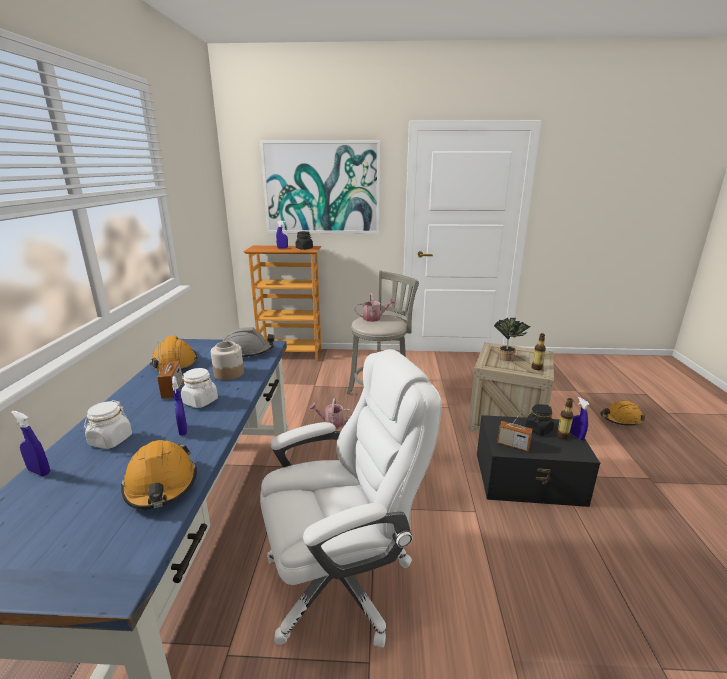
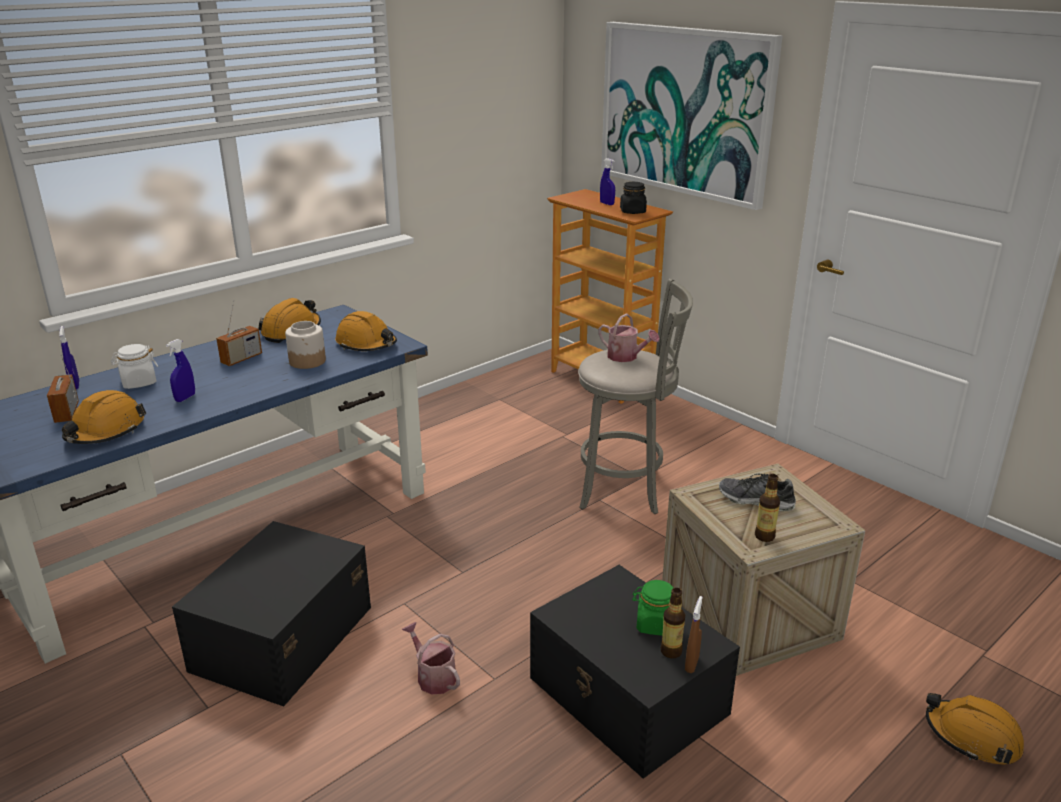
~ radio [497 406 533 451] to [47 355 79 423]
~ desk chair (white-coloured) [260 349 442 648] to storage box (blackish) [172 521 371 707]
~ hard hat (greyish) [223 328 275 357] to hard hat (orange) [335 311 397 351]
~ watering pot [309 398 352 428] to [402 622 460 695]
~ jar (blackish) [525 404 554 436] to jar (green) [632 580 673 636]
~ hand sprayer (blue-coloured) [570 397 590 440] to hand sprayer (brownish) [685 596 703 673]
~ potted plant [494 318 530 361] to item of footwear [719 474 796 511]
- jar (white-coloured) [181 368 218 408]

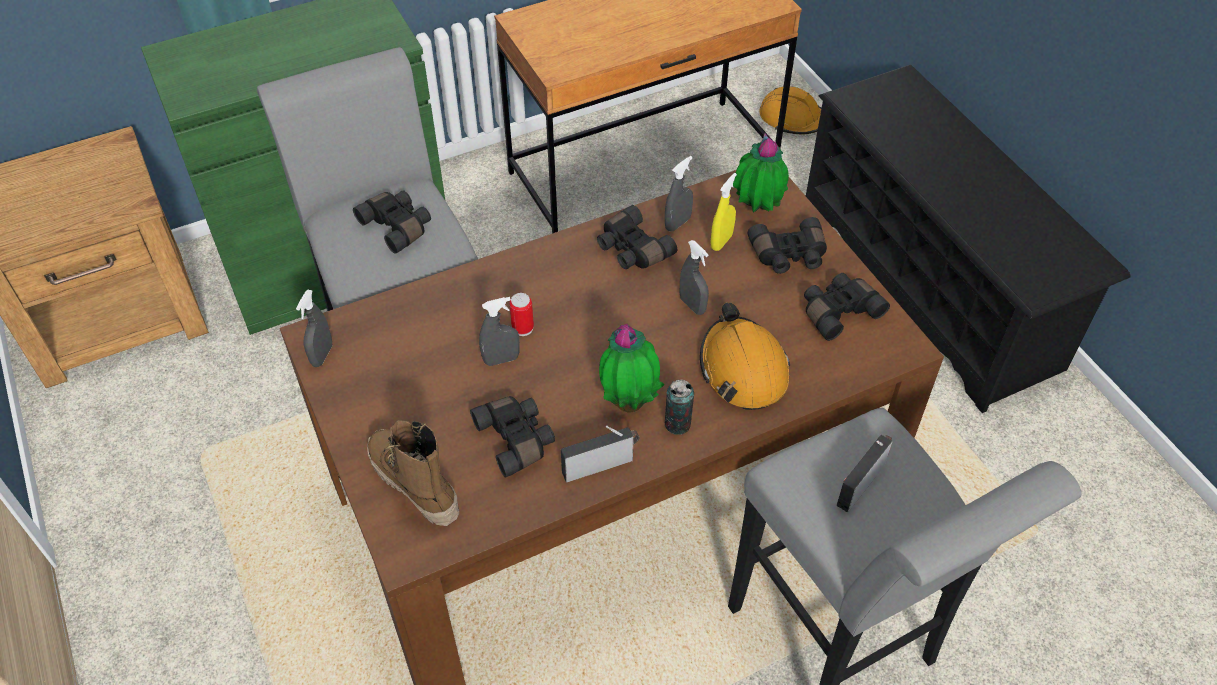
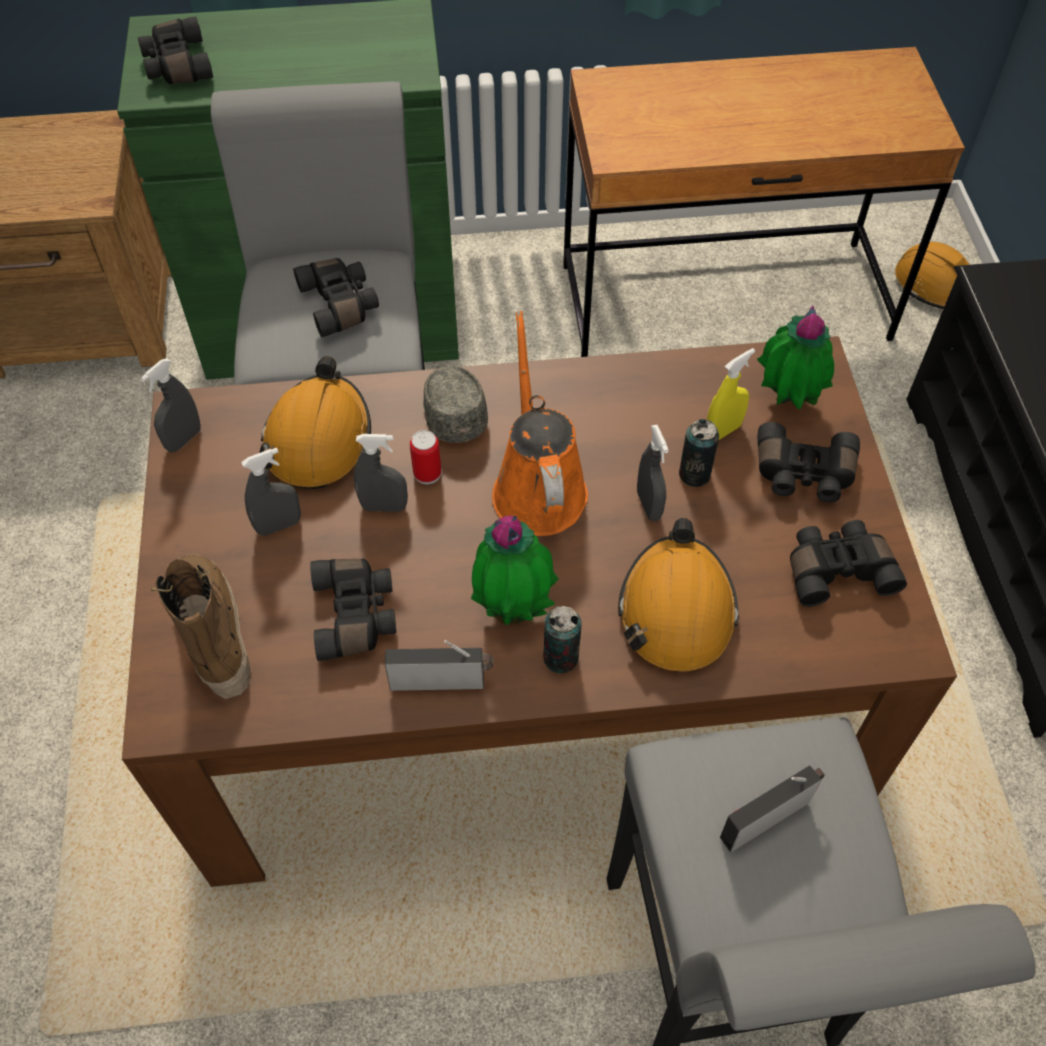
~ pair of binoculars (blackish) [597 205 677 269] to [138 17 213 84]
~ hand sprayer (greyish) [665 156 693 232] to [241 448 301 536]
+ hard hat (orange) [259 356 371 489]
+ cap (greyish) [423 366 488 443]
+ watering pot (orange) [492 311 588 536]
+ sealed can [679 419 719 487]

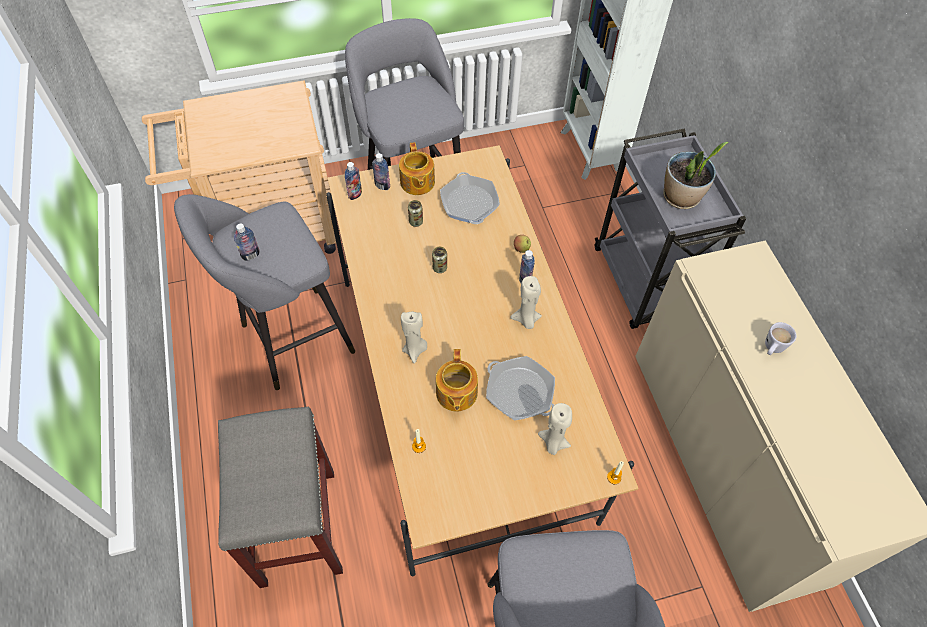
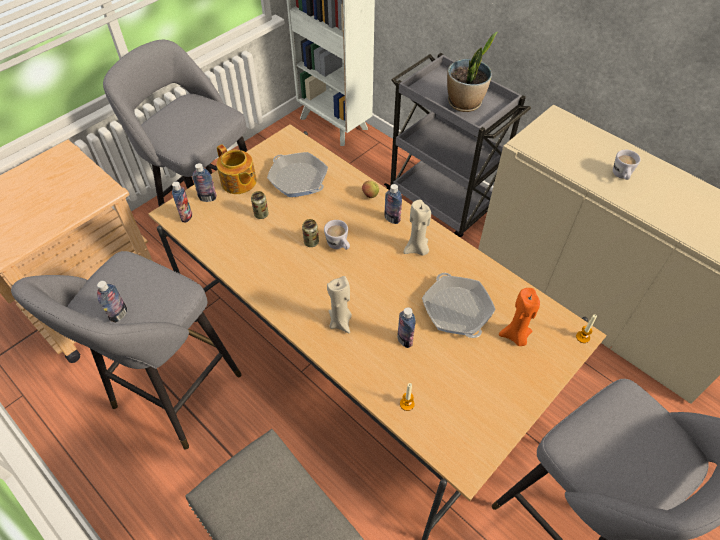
+ tea mug (white-coloured) [324 220 350 250]
~ tea pot [436 349 478 411] to beverage bottle [397 307 416 348]
~ frying pan [486 356 555 421] = [422 273 496 338] 120 degrees counterclockwise
~ candle (beige) [538 403 572 455] to candle (orange) [499 288 540 346]

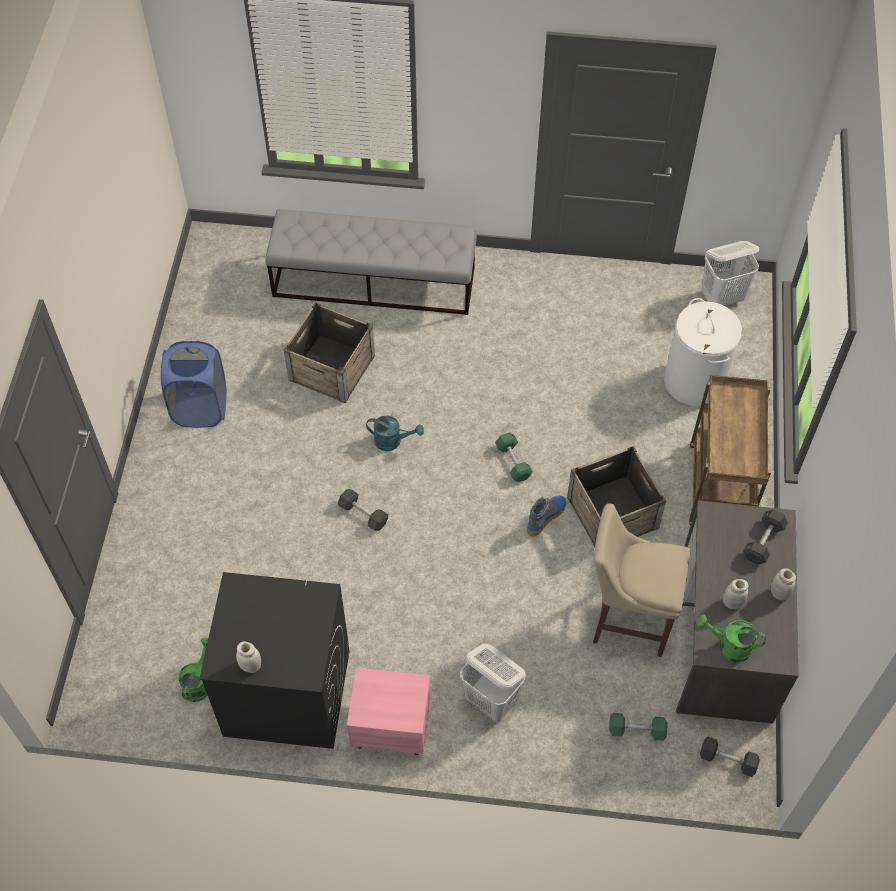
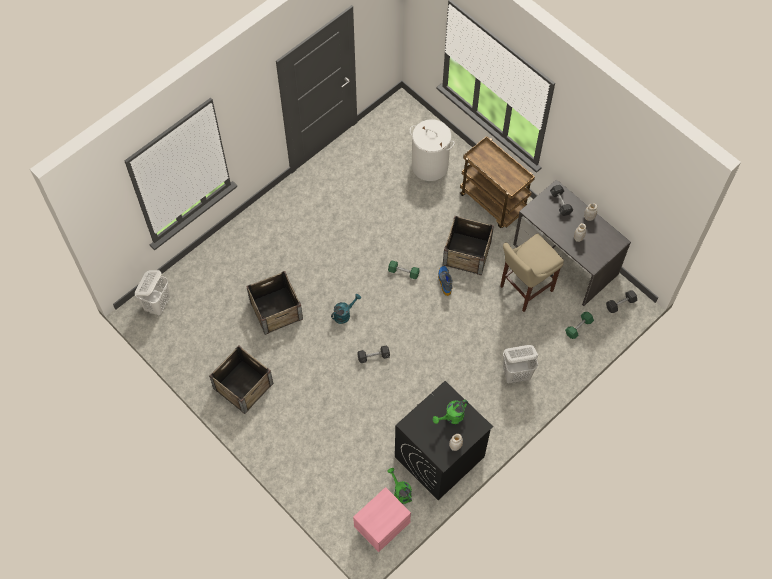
~ washing basket (white-coloured) [702 241 759 306] to [135 270 170 315]
~ washing basket (blue-coloured) [161 341 227 428] to shipping crate [209 345 273 414]
~ nightstand (pink-coloured) [347 668 430 755] to [353 487 411 552]
~ watering pot (green) [696 614 766 662] to [433 400 468 424]
- long seat (greyish) [265 209 477 315]

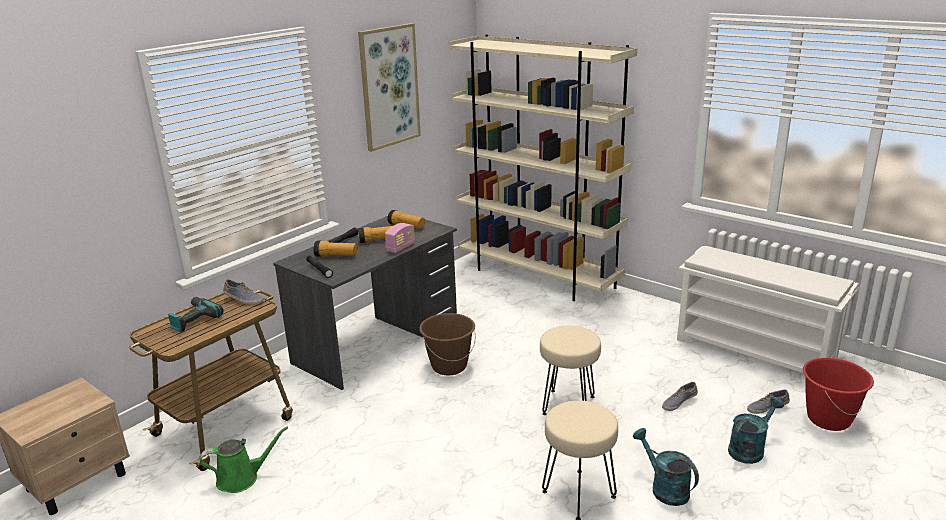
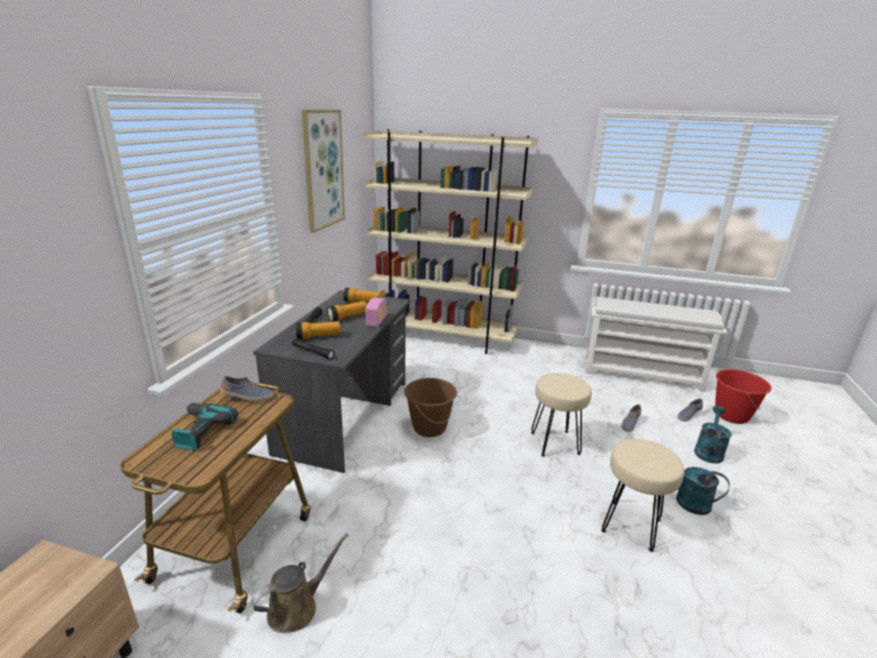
~ watering pot (green) [200 427 288 493] to watering pot (brownish) [251 533 348 633]

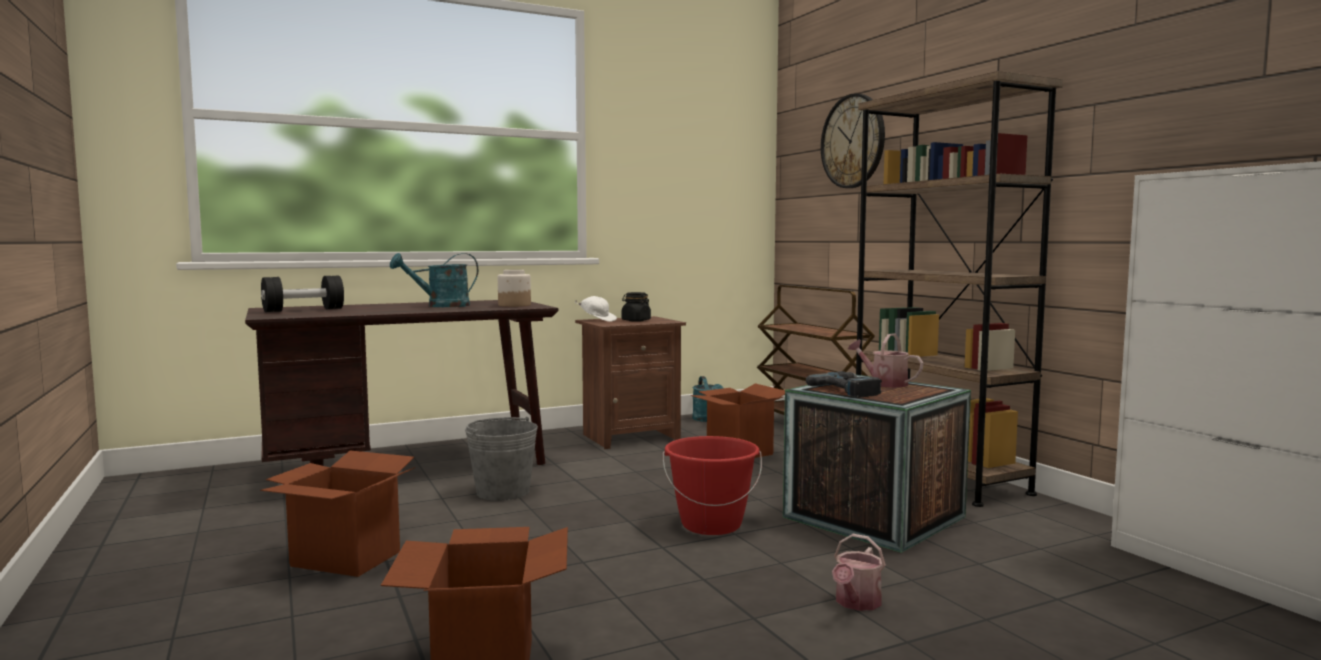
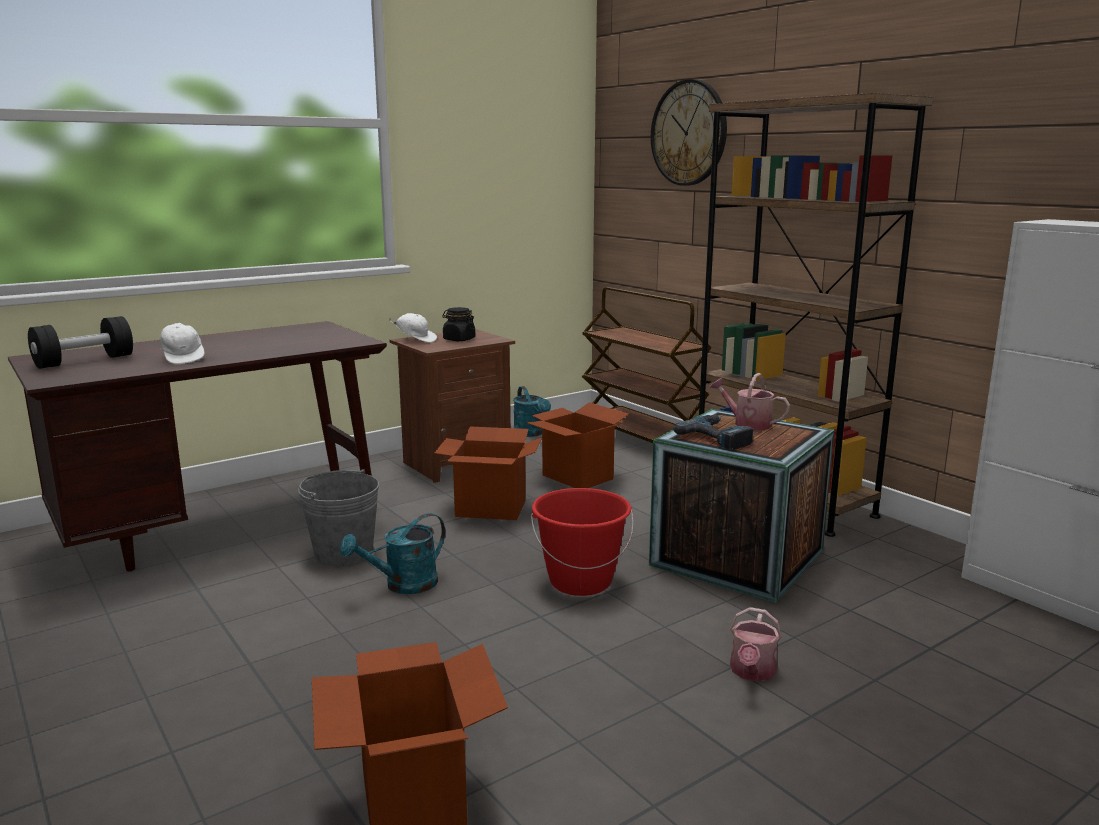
+ cap (white-coloured) [160 323 204 364]
~ watering pot (blue-green) [390 253 478 307] to [340 513 445 594]
~ packing box [260 450 415 577] to [434 426 542 520]
- jar [498 270 531 307]

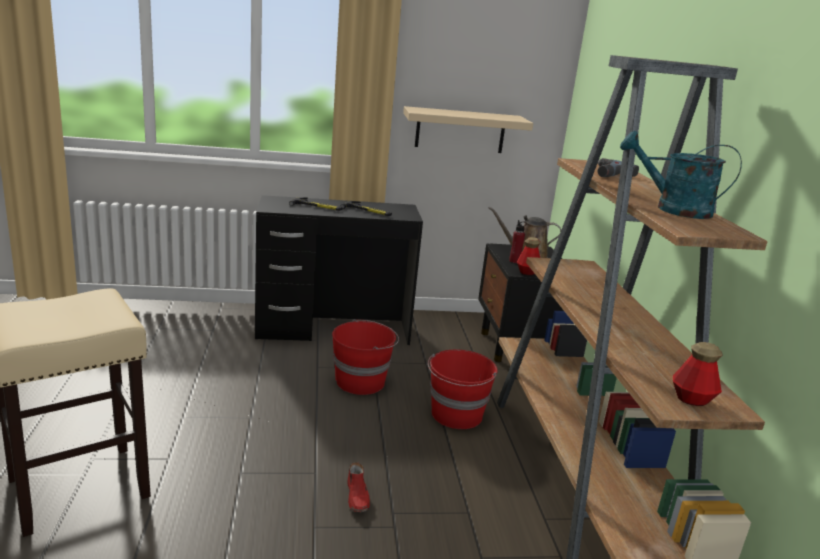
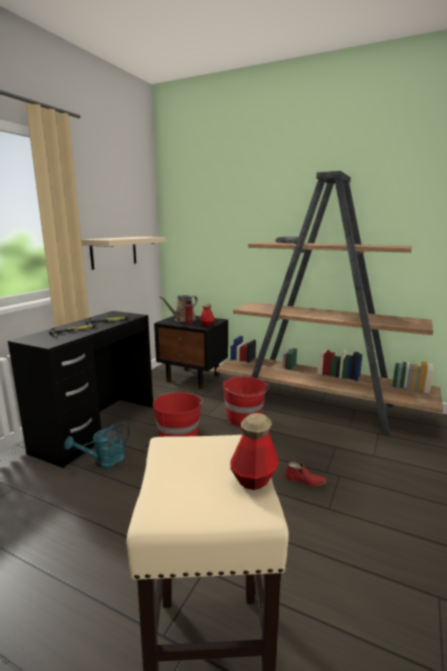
~ watering pot (blue-green) [620 131 742 219] to [64 422 130 469]
~ beverage bottle [673 342 722 406] to [230 413 279 490]

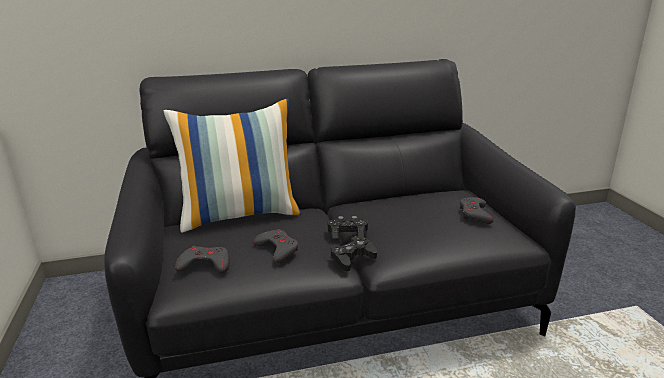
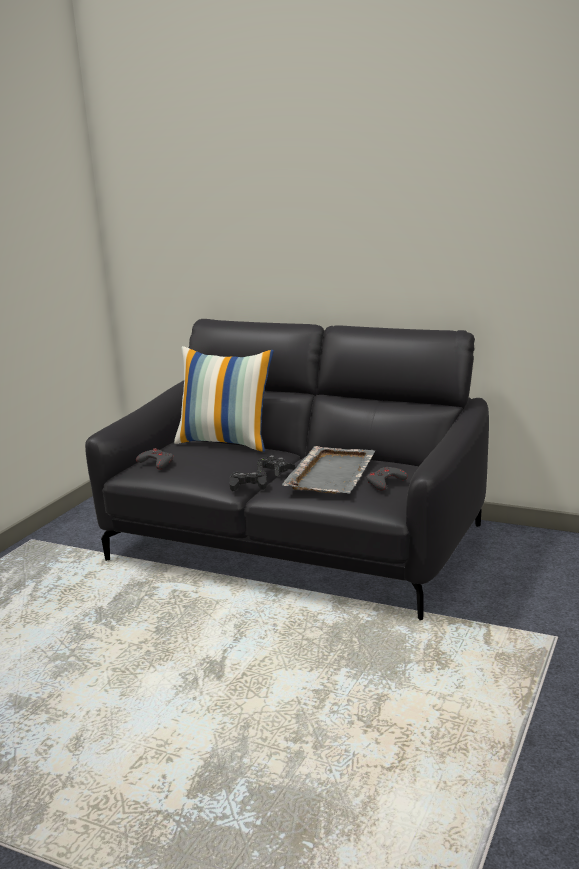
+ tray (greyish) [282 446 375 494]
- gamepad (greyish) [253 229 299 263]

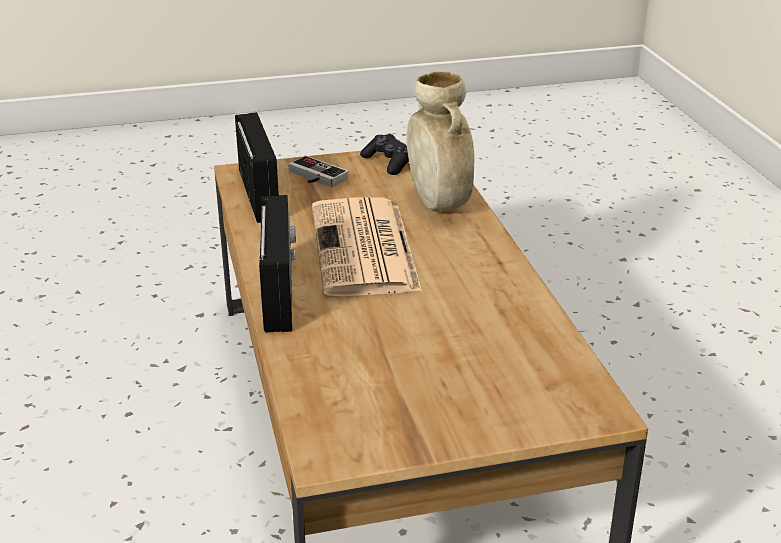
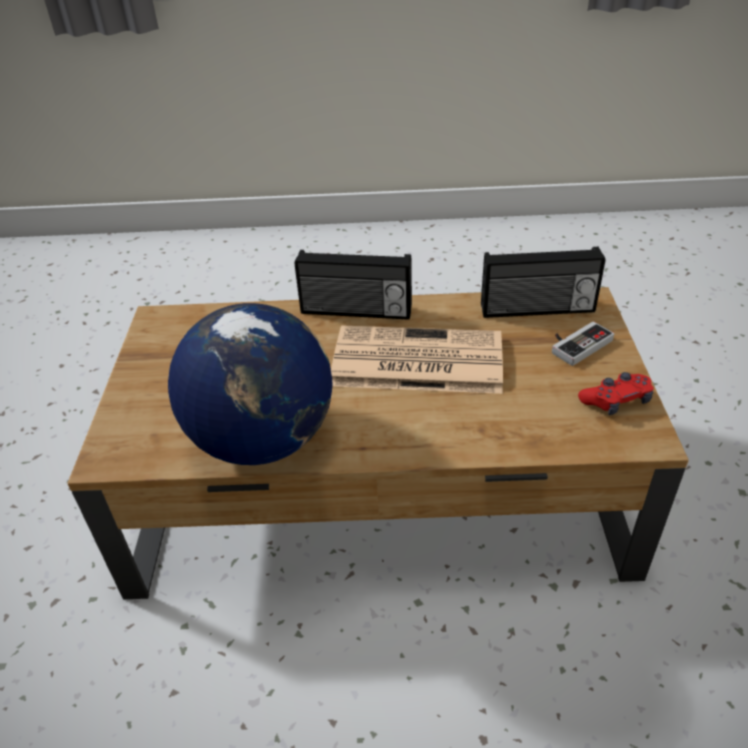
+ desk globe [168 303 332 465]
~ gamepad (blackish) [360 134 409 175] to gamepad (red) [578 372 654 415]
- decorative vase (beige) [407 71 475 211]

